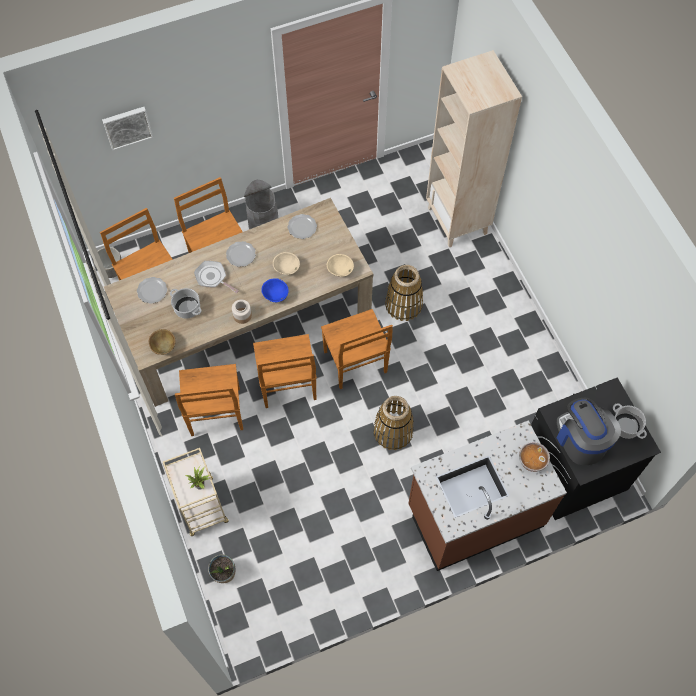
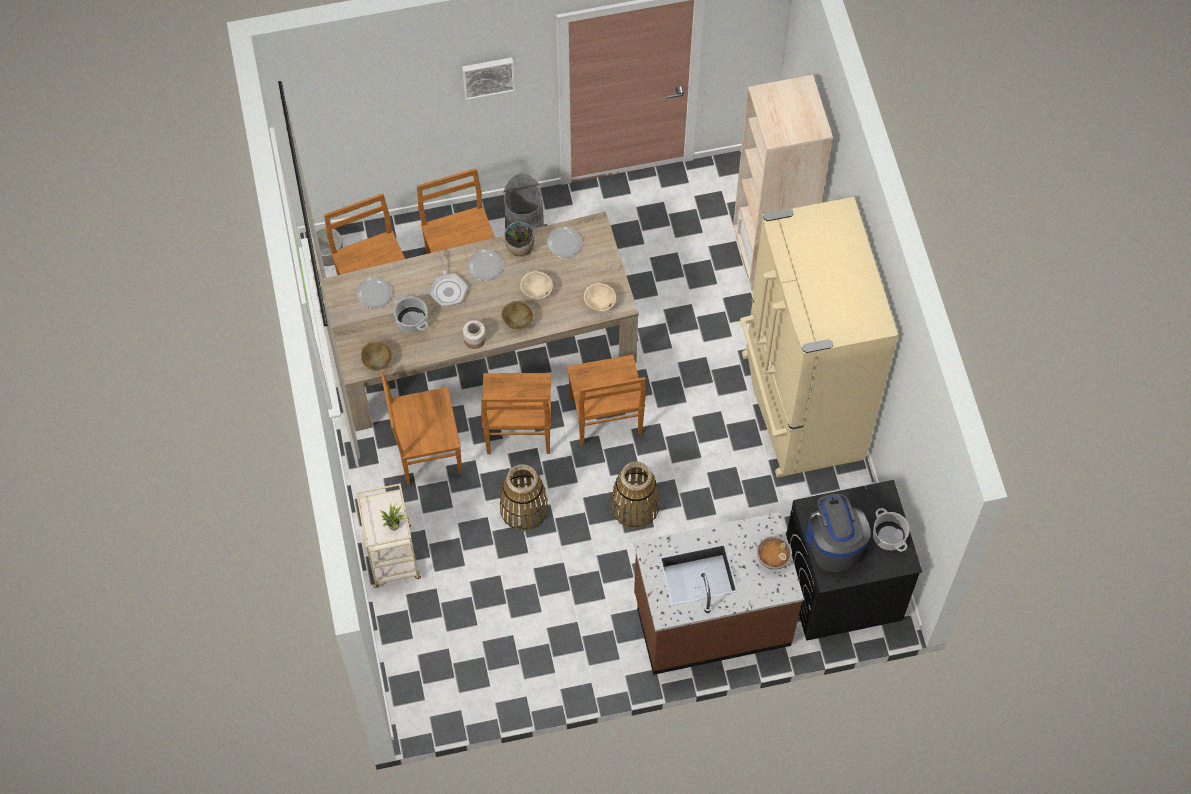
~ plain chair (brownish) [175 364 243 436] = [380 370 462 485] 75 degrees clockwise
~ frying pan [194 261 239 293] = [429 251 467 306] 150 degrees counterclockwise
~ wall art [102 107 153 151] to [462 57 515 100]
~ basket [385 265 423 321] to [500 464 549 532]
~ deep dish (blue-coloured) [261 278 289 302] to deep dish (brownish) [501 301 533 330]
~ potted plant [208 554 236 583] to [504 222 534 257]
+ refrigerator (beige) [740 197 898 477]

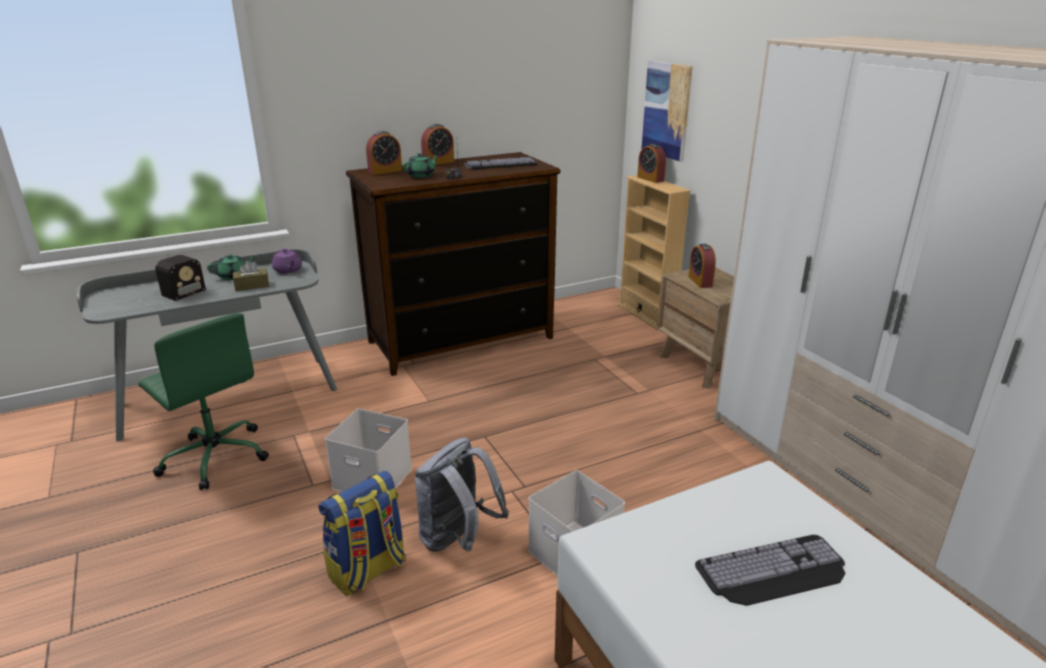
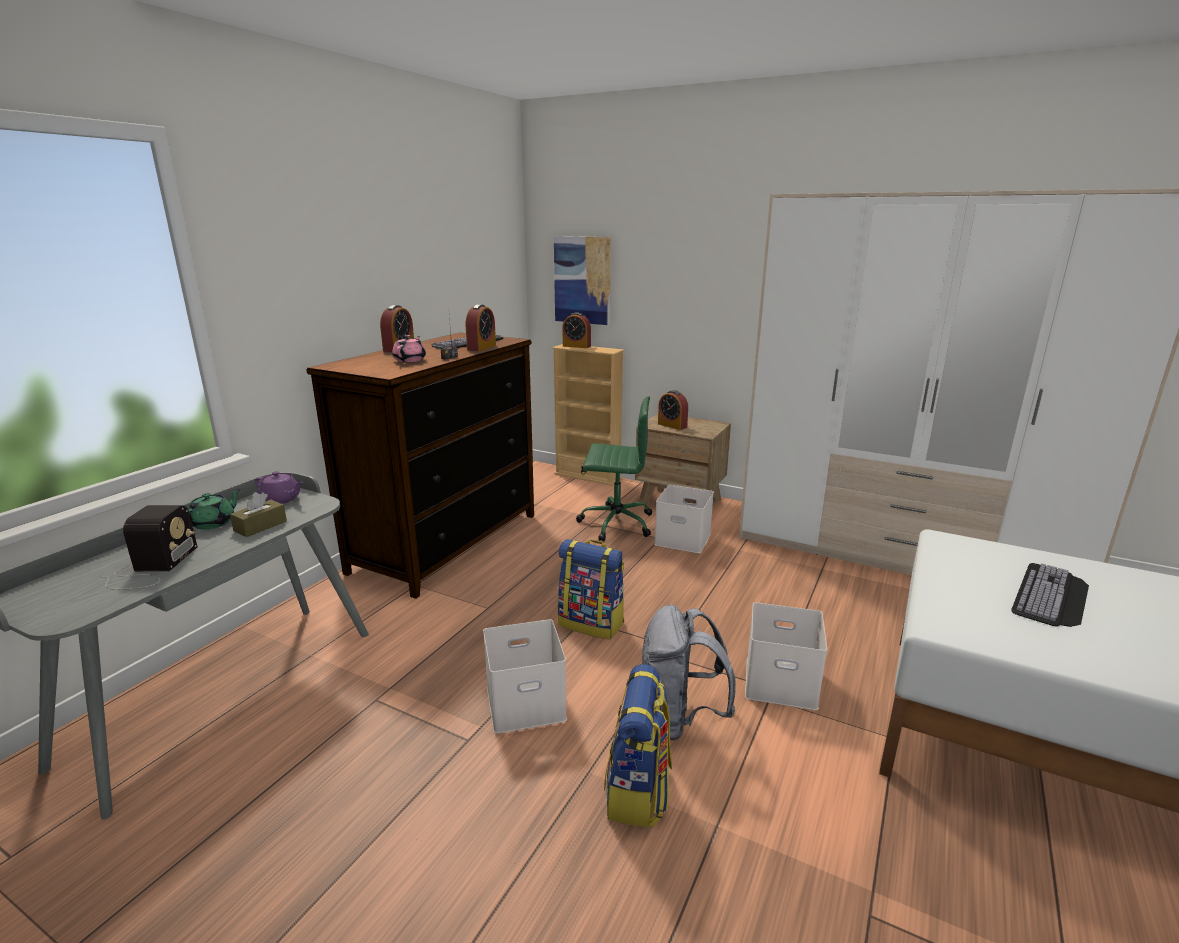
~ tea pot (green) [402 153 439 178] to tea pot (pink-coloured) [392 335 426 362]
~ alarm clock [366 131 402 175] to [466 304 496 351]
+ knapsack [558 539 624 640]
~ desk chair (green) [138 313 269 490] to [576 396 652 542]
+ storage box (white-coloured) [654 485 714 553]

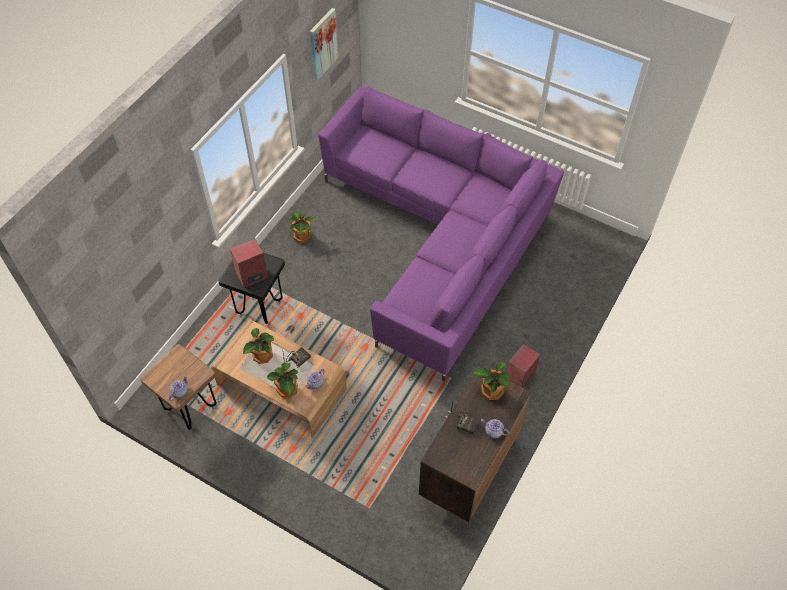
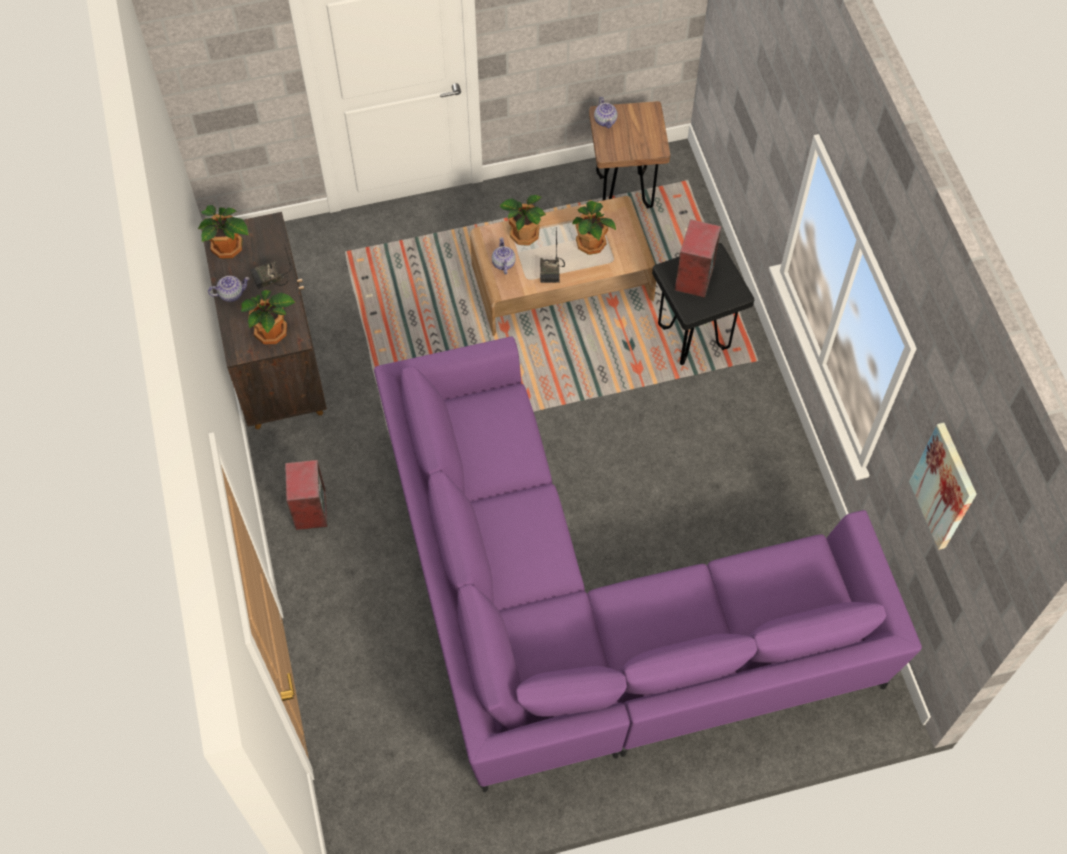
~ potted plant [289 212 315 243] to [198 205 249 259]

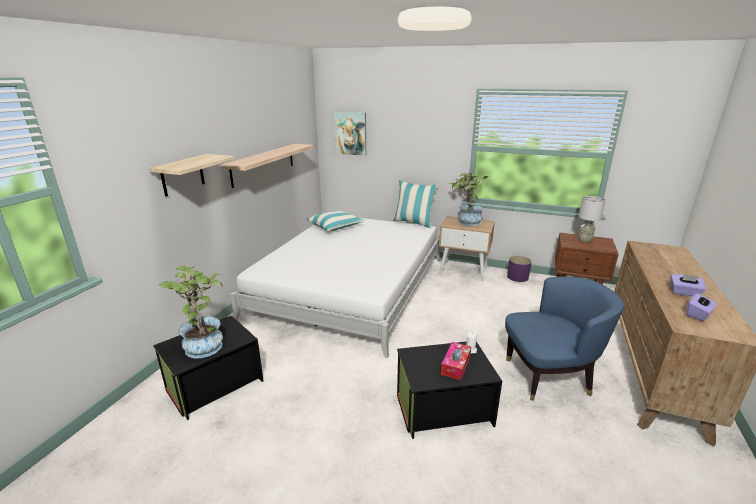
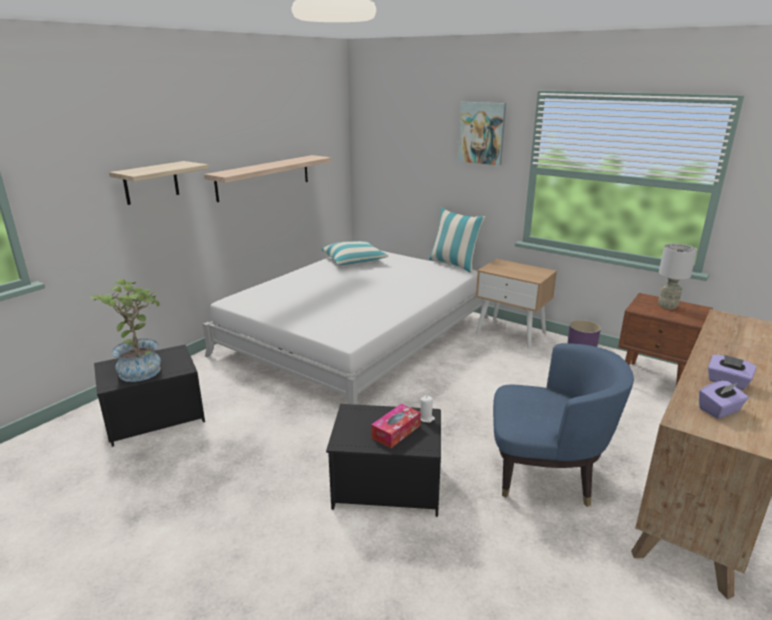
~ wall art [334 111 366 156] to [458 102 506 166]
- potted plant [449 173 489 226]

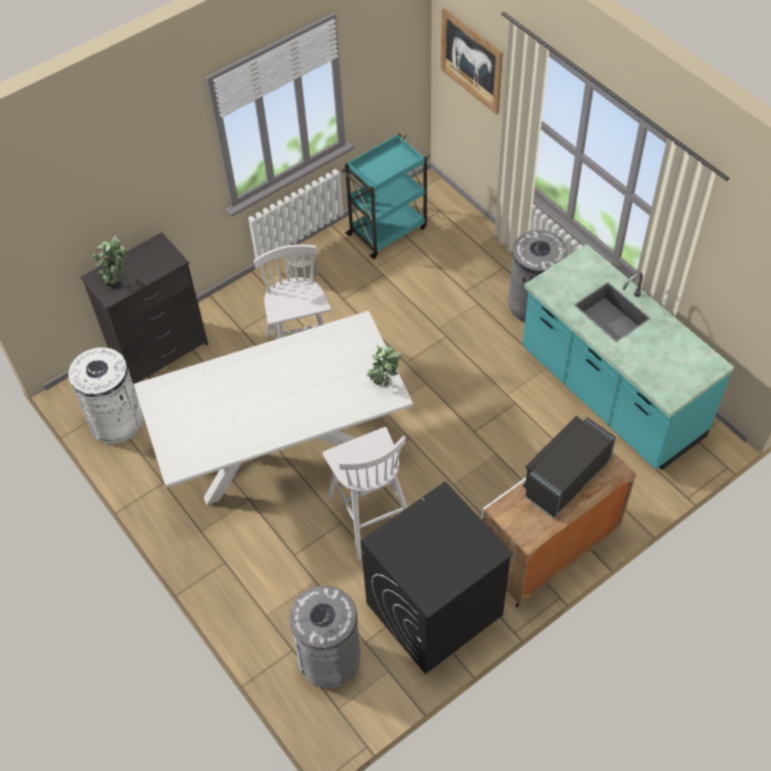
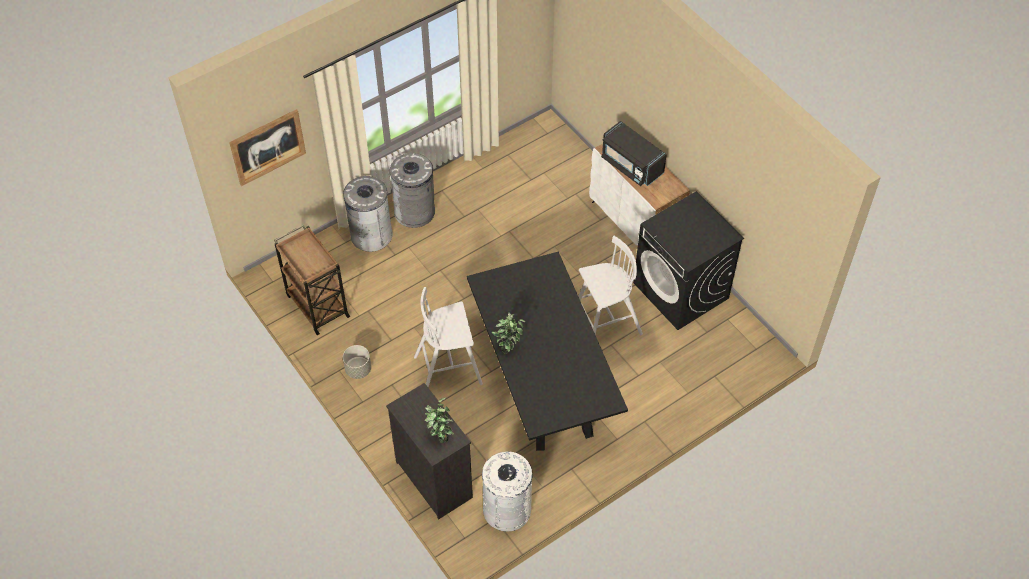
~ cart (blue-green) [341 133 430 259] to cart (brownish) [274 225 351 335]
~ rubbish bin (greyish) [289 586 361 688] to [343 176 393 252]
~ kitchen table (white-coloured) [134 311 413 505] to kitchen table (blackish) [467 252 628 450]
~ potted plant [366 345 402 387] to [492 312 525 354]
- kitchen counter (blue-green) [522 244 734 470]

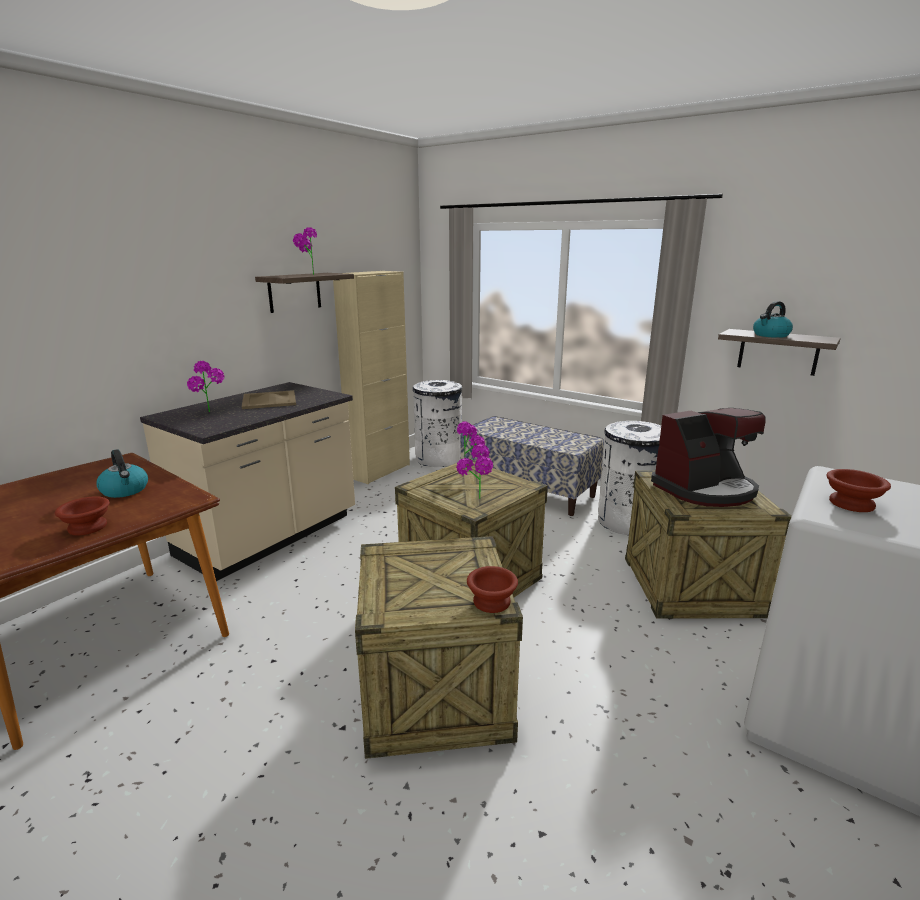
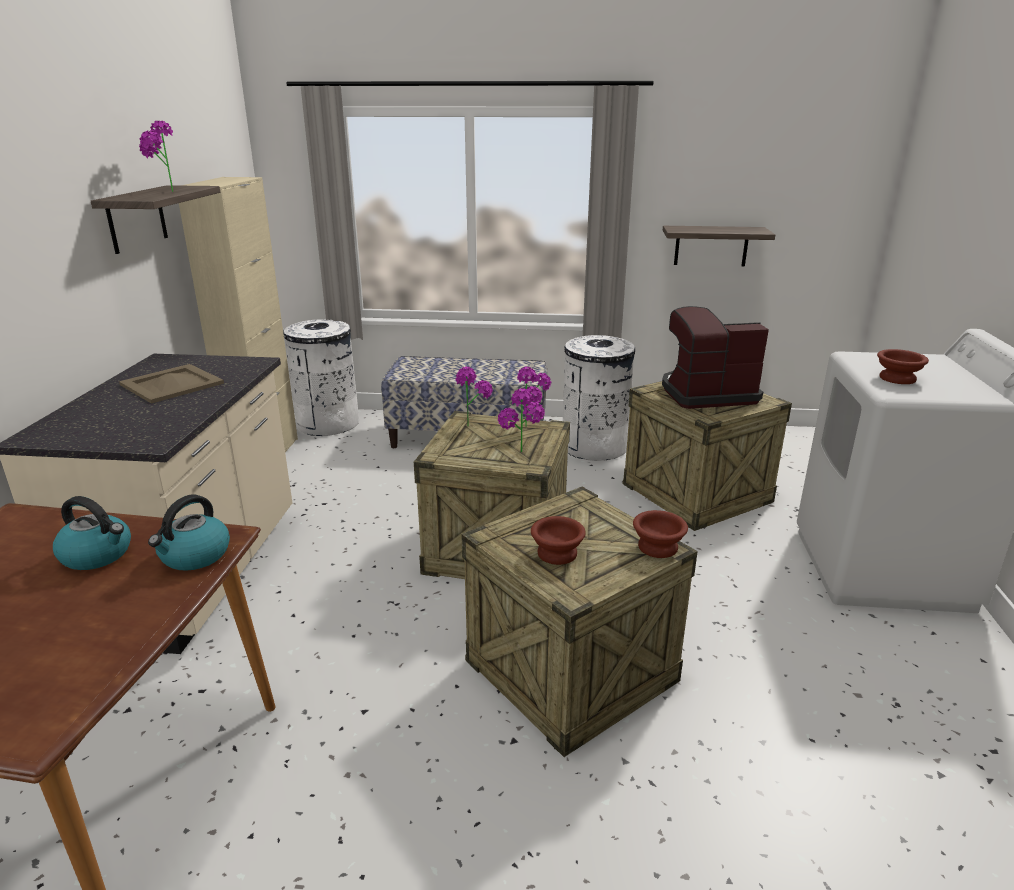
~ kettle [753 301 793 338] to [148 495 230 571]
~ potted plant [187 361 225 412] to [517 367 551 427]
~ deep dish (brownish) [55 496 110 535] to [531 516 586 565]
~ coffee machine [651 408 766 507] = [662 306 769 409] 135 degrees counterclockwise

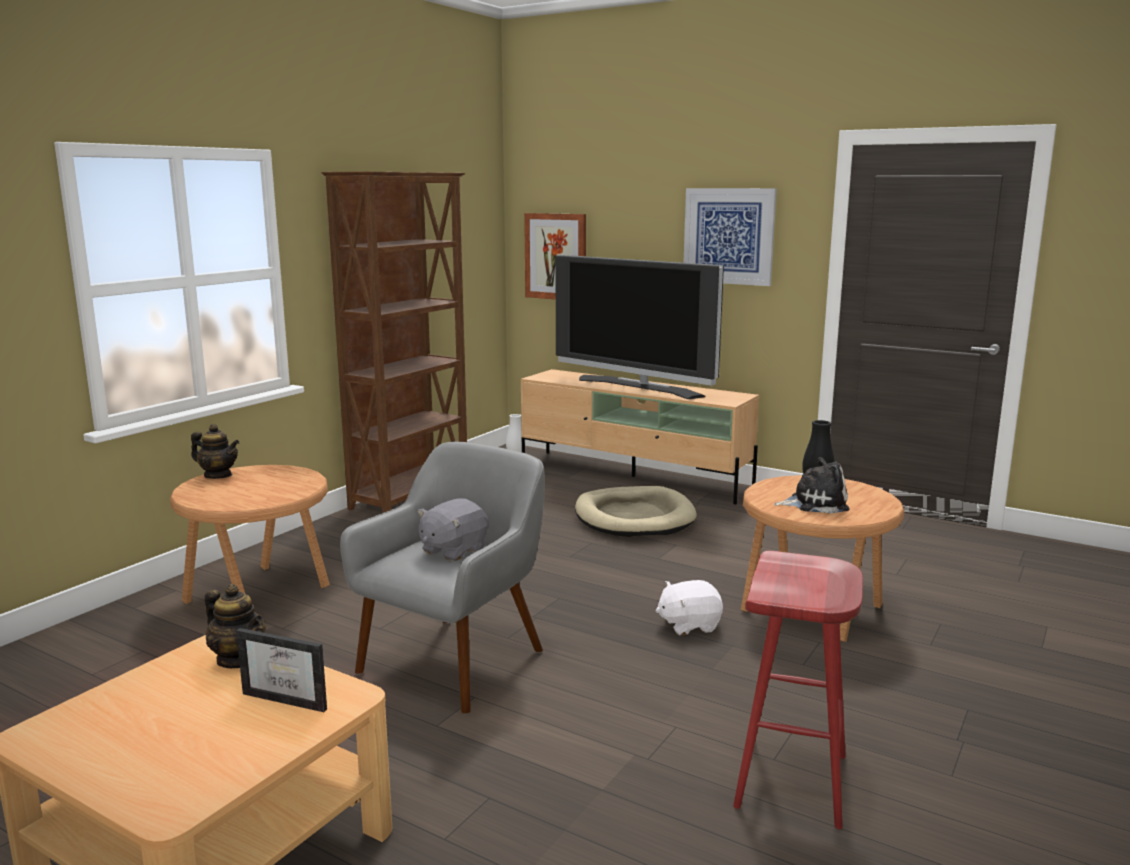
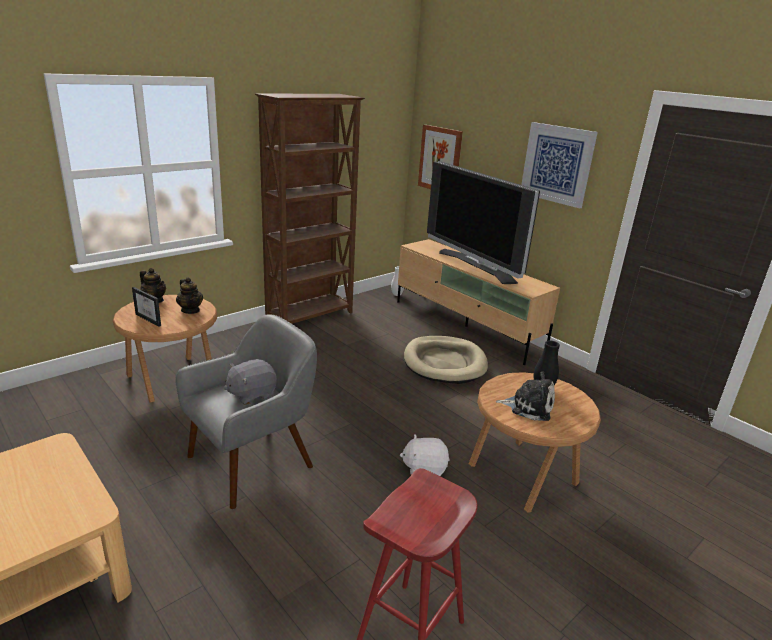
~ picture frame [236 628 327 712] to [132 287 161 327]
~ tea pot [204 584 266 668] to [176 277 203 314]

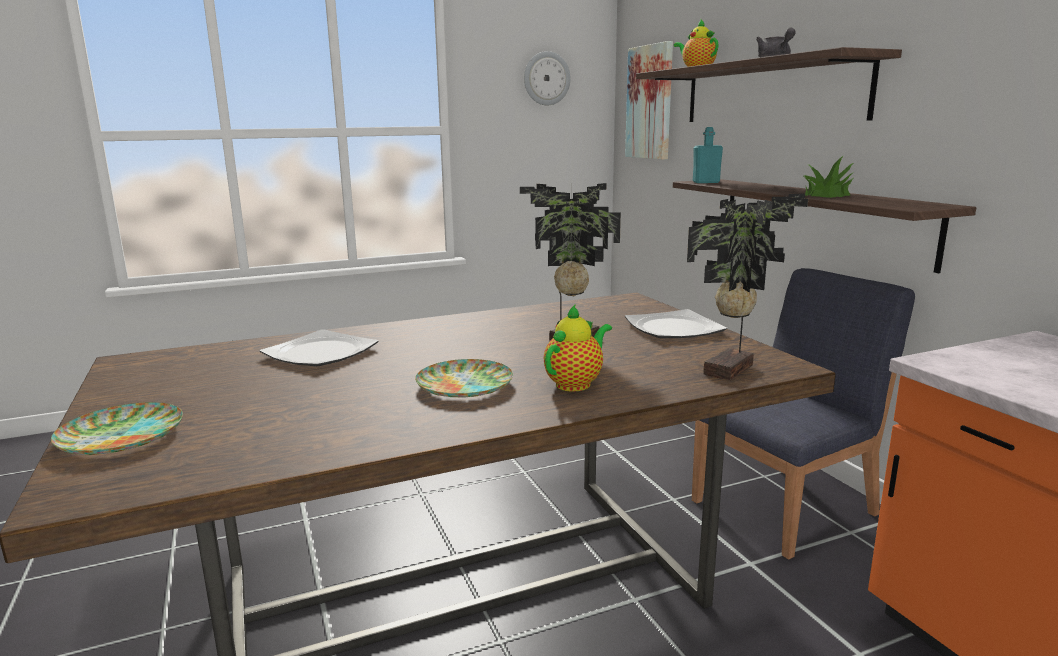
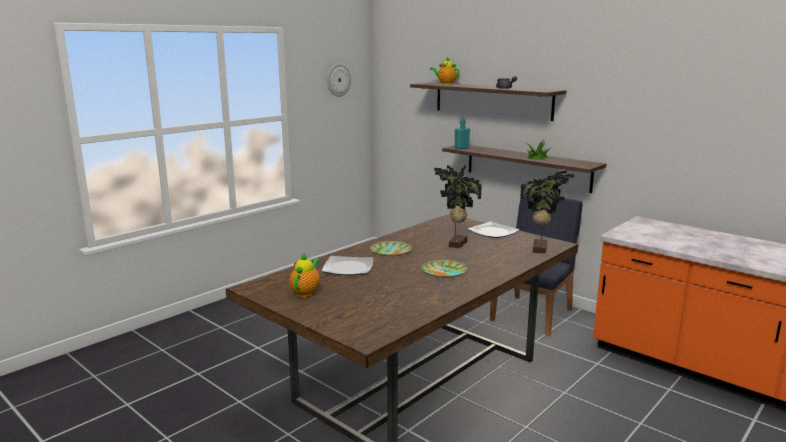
~ tea pot [544 305 612 392] to [290 253 320 297]
~ flat dish [51 402 183 455] to [370 241 412 256]
- wall art [625 41 673 160]

